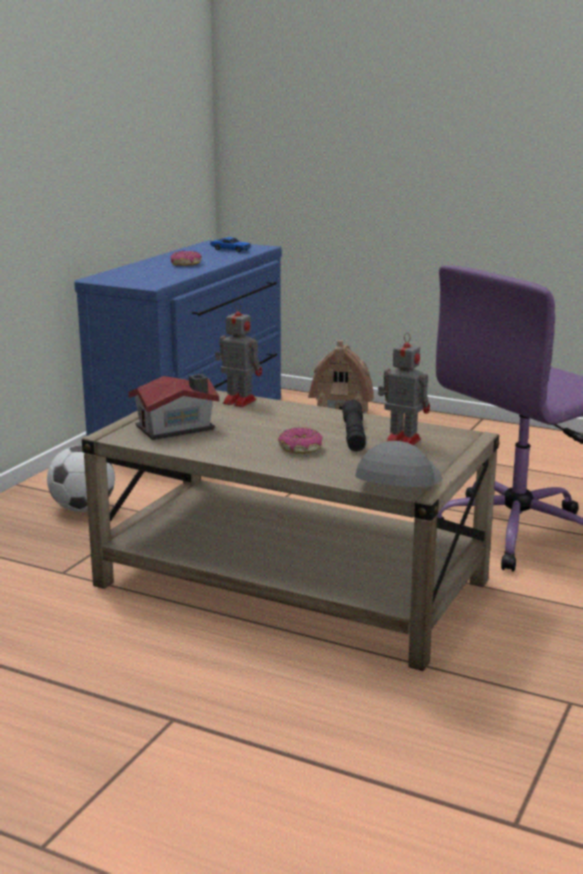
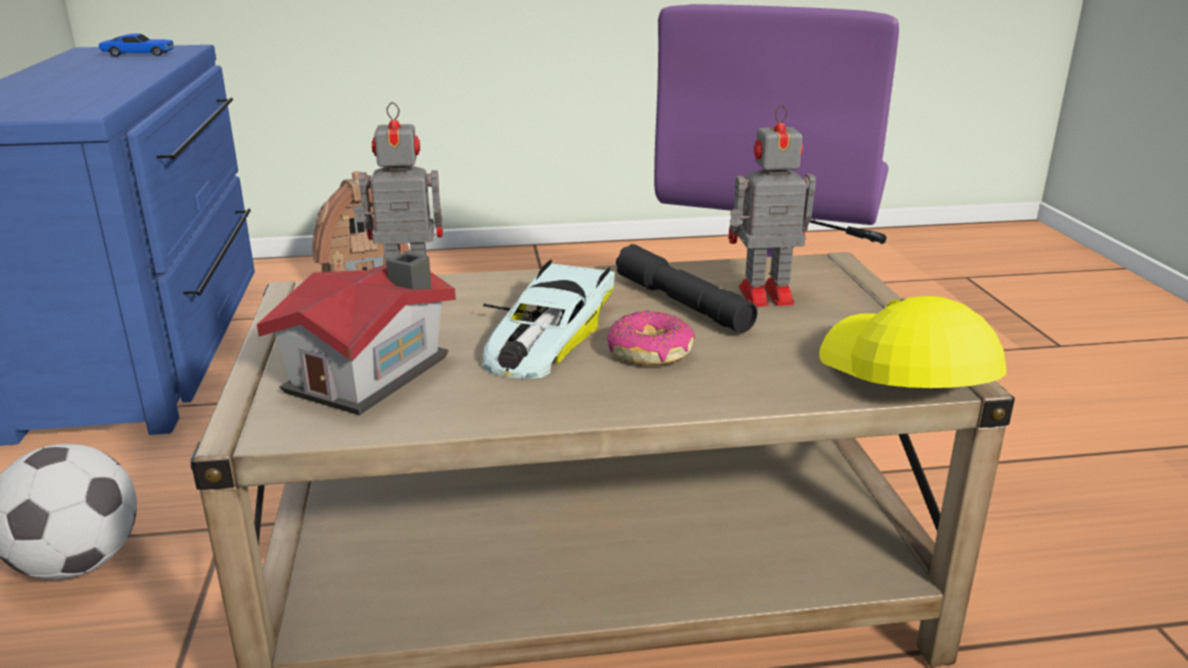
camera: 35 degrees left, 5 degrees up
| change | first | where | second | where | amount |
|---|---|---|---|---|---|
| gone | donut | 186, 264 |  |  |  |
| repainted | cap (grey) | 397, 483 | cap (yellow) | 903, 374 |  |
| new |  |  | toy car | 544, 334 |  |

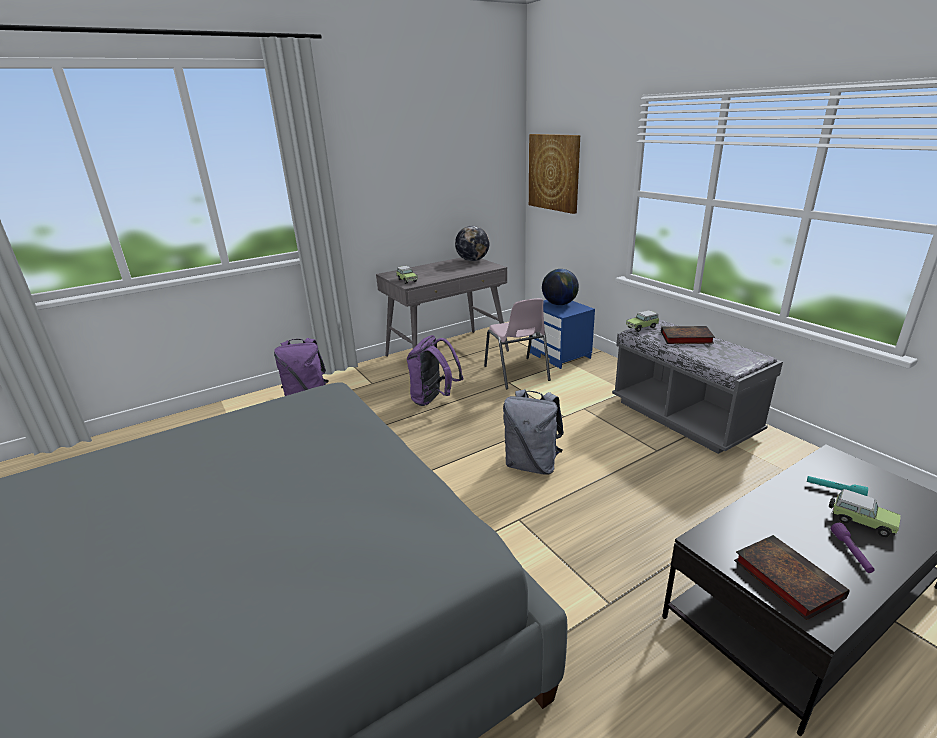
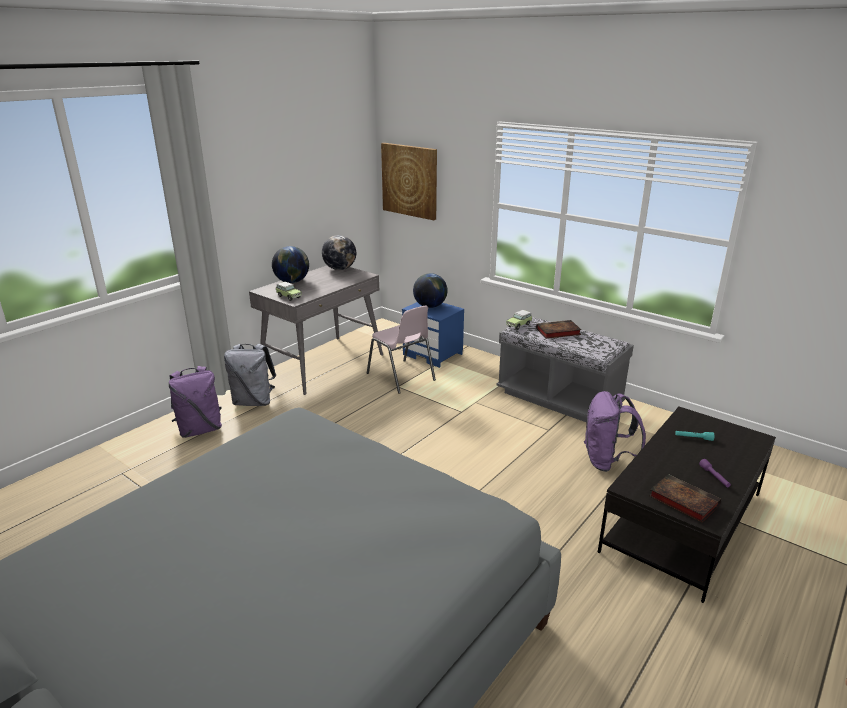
camera: 20 degrees left, 0 degrees up
| change | first | where | second | where | amount |
|---|---|---|---|---|---|
| shifted | backpack (purple) | 434, 399 |  | 607, 461 |  |
| shifted | backpack (grey) | 532, 465 |  | 254, 402 |  |
| gone | toy car | 860, 521 |  |  |  |
| new |  |  | globe | 292, 281 |  |

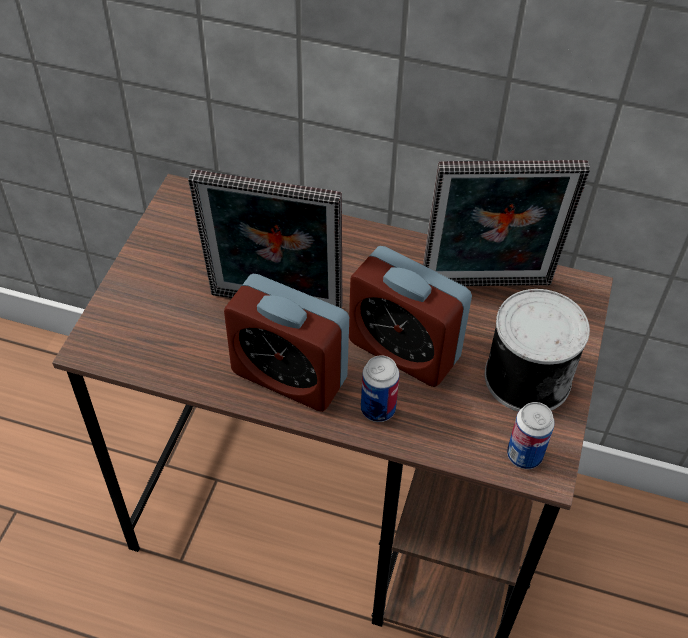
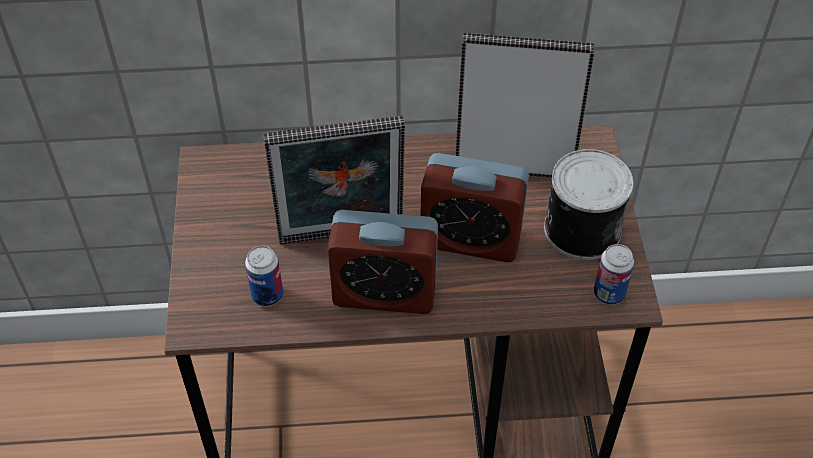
camera: 20 degrees left, 0 degrees up
| change | first | where | second | where | amount |
|---|---|---|---|---|---|
| rotated | picture frame | 486, 288 |  | 514, 165 | 150 degrees counterclockwise |
| shifted | can | 378, 409 |  | 267, 295 |  |

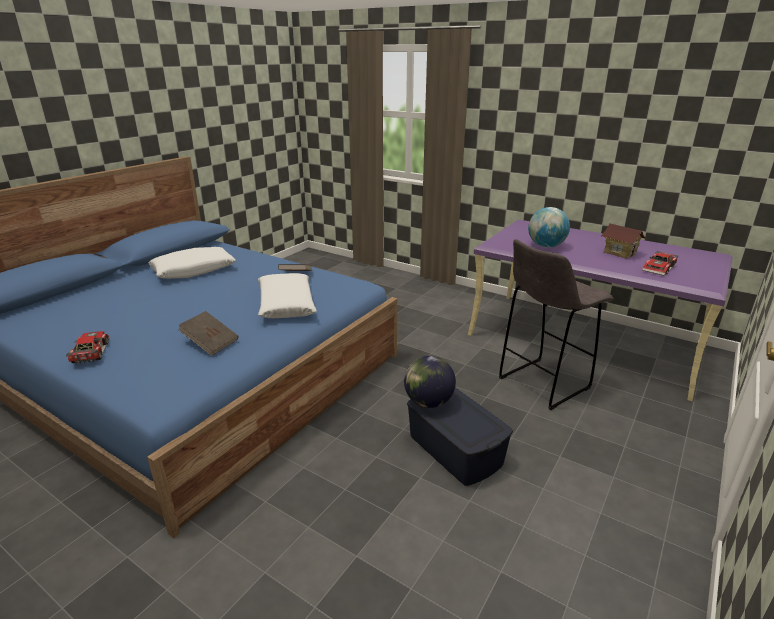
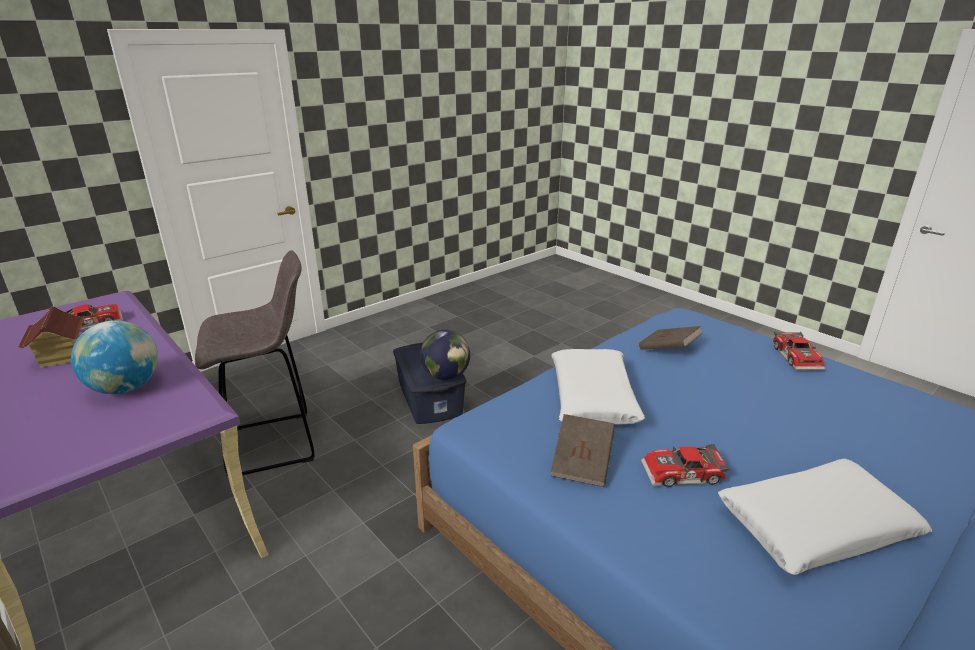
camera: 165 degrees left, 0 degrees up
| change | first | where | second | where | amount |
|---|---|---|---|---|---|
| new |  |  | toy car | 683, 475 |  |

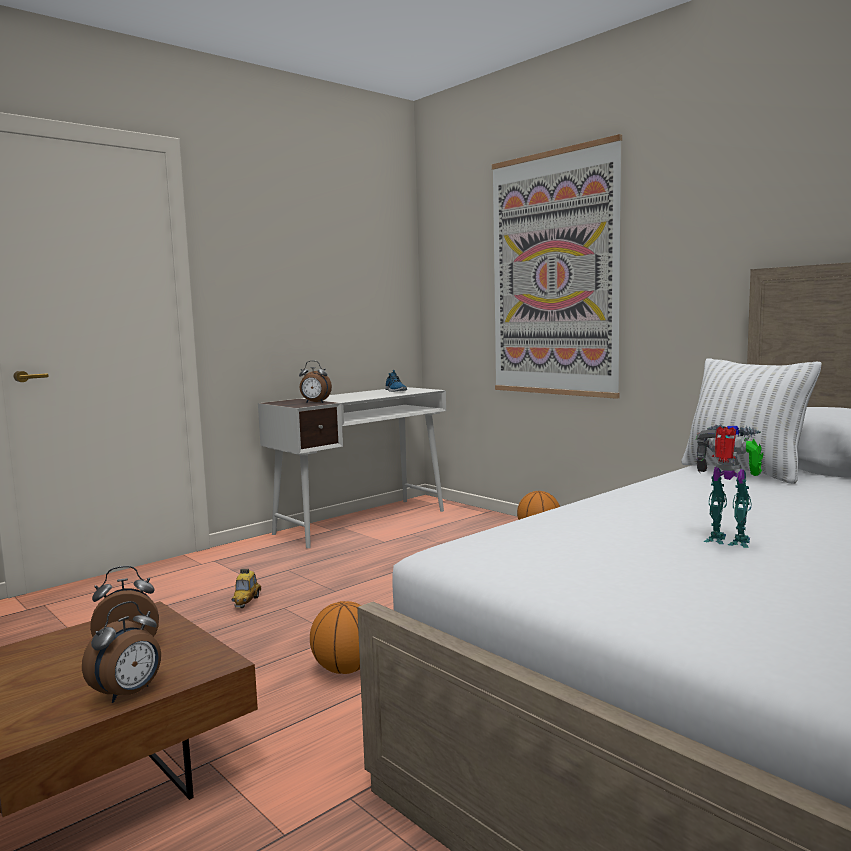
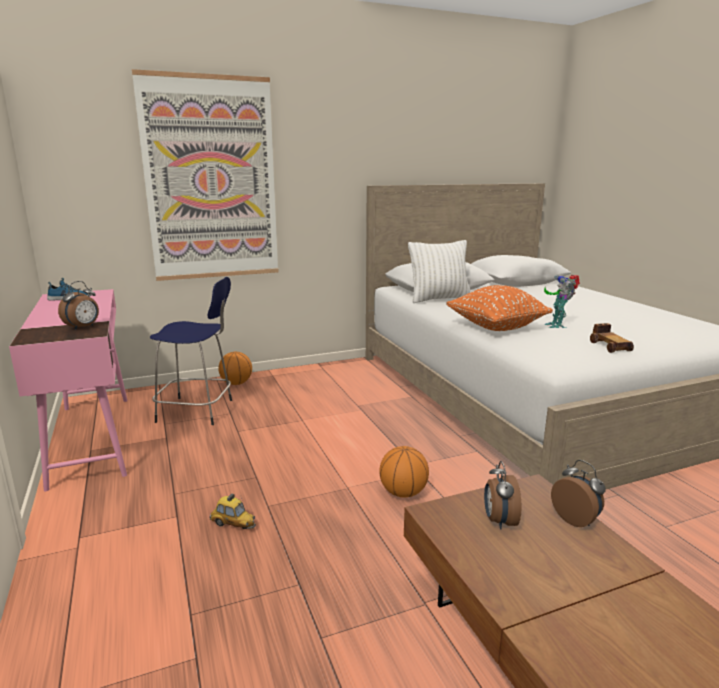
camera: 70 degrees left, 10 degrees up
| change | first | where | second | where | amount |
|---|---|---|---|---|---|
| repainted | desk (white) | 362, 522 | desk (pink) | 92, 438 |  |
| rotated | toy robot | 730, 542 |  | 557, 325 | 60 degrees counterclockwise |
| new |  |  | stool (blue) | 198, 411 |  |
| new |  |  | pillow (orange) | 496, 327 |  |
| new |  |  | toy car | 609, 346 |  |

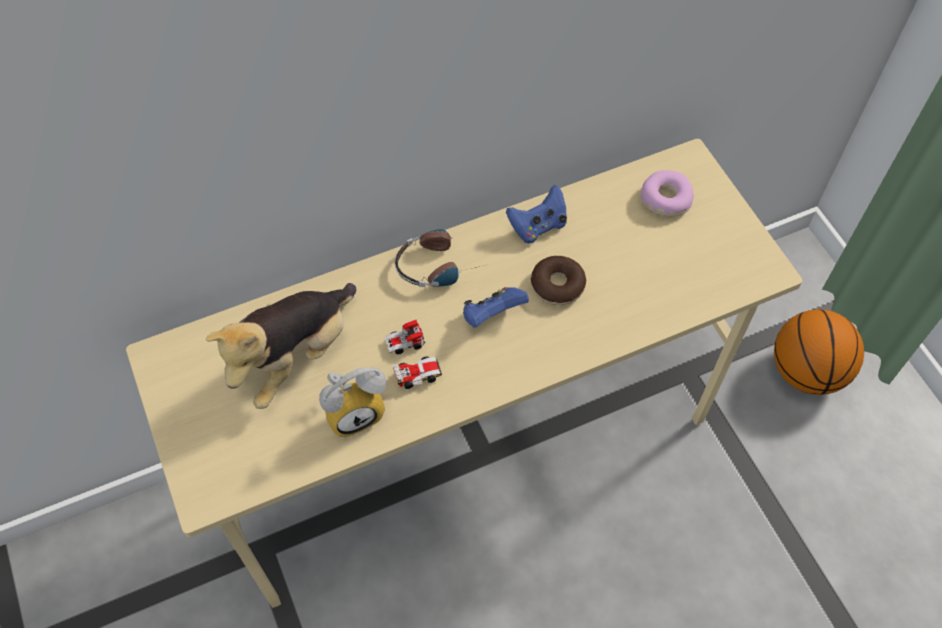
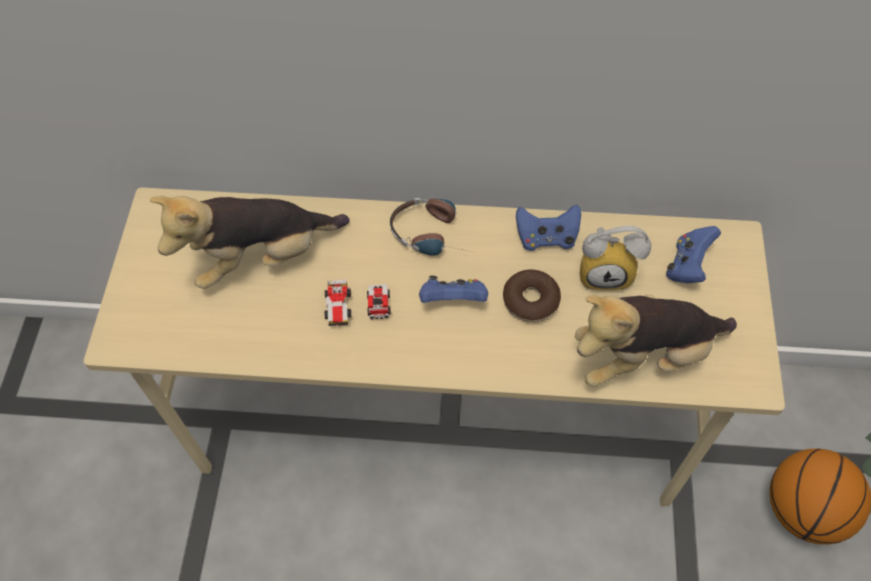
camera: 30 degrees right, 0 degrees up
| change | first | where | second | where | amount |
|---|---|---|---|---|---|
| swapped | donut | 665, 199 | game controller (blue) | 687, 266 |  |
| rotated | toy car | 413, 360 |  | 358, 307 | 75 degrees clockwise |
| shifted | alarm clock | 355, 410 |  | 606, 272 |  |
| new |  |  | plush toy | 643, 355 |  |

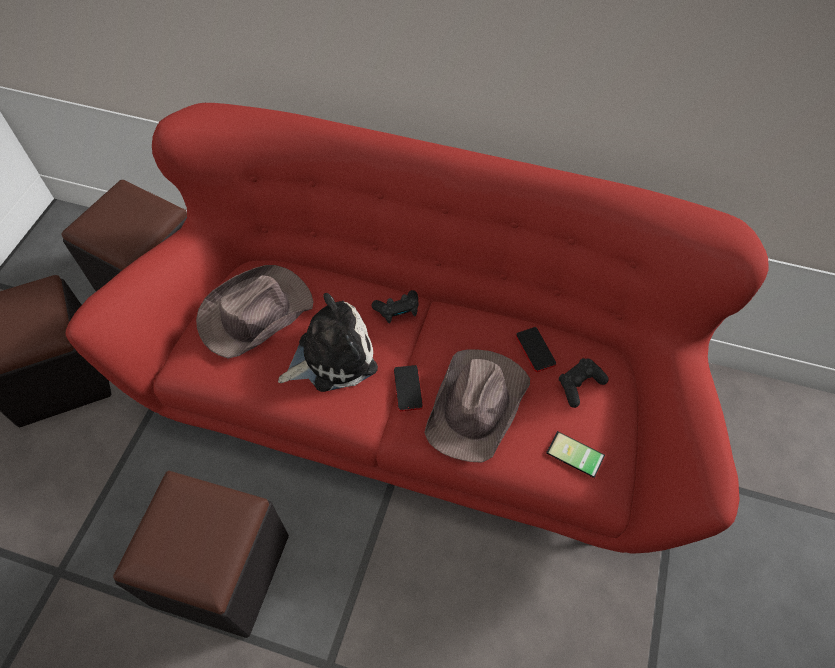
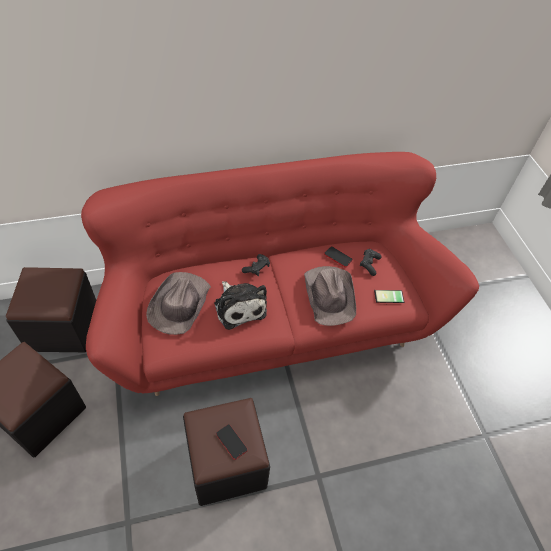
camera: 35 degrees left, 5 degrees down
| change | first | where | second | where | amount |
|---|---|---|---|---|---|
| rotated | plush toy | 332, 356 |  | 239, 306 | 120 degrees clockwise |
| shifted | phone | 408, 388 |  | 231, 442 |  |

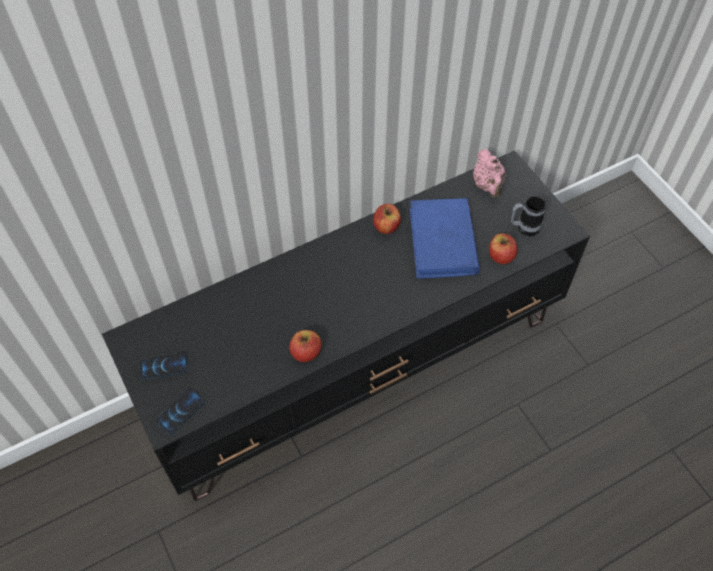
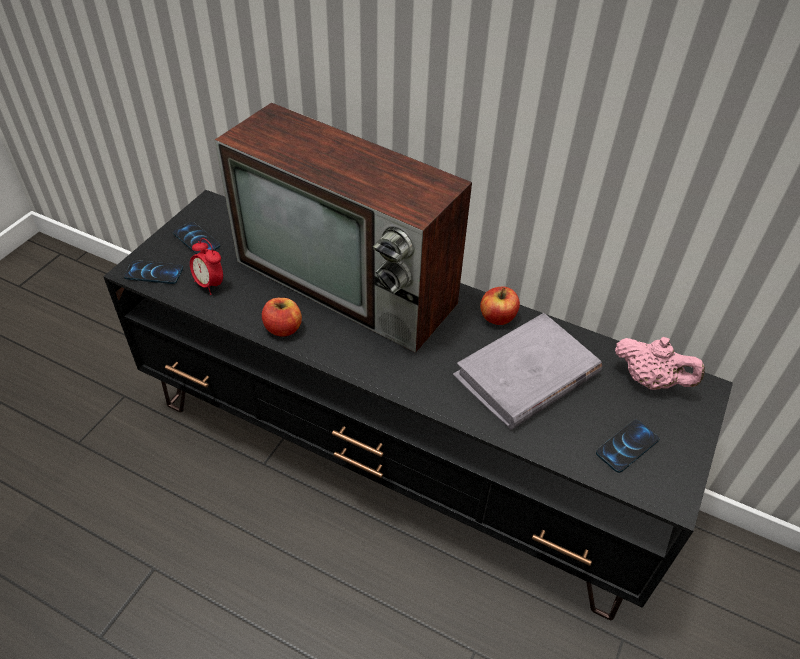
camera: 55 degrees right, 10 degrees down
| change | first | where | second | where | amount |
|---|---|---|---|---|---|
| rotated | teapot (pink) | 488, 185 |  | 650, 380 | 105 degrees counterclockwise |
| swapped | mug | 523, 228 | phone | 627, 446 |  |
| repainted | book (blue) | 443, 241 | book (grey) | 526, 375 |  |
| gone | apple | 501, 256 |  |  |  |
| new |  |  | television | 349, 283 |  |
| new |  |  | alarm clock | 210, 284 |  |

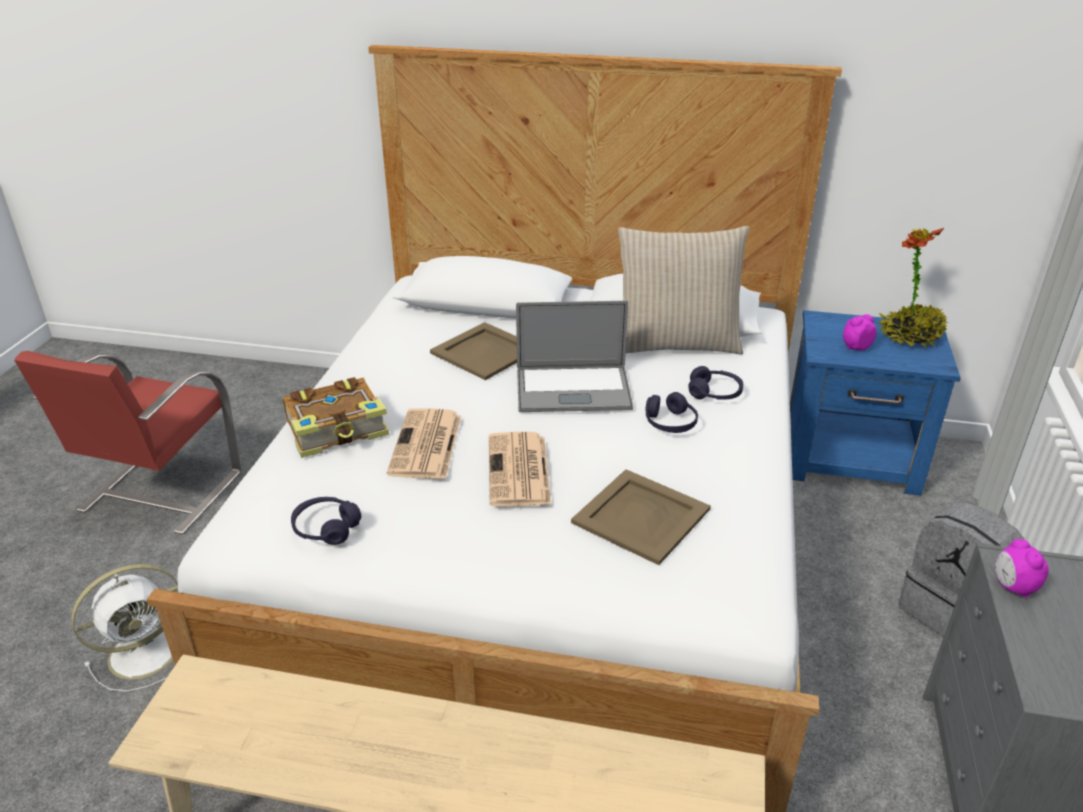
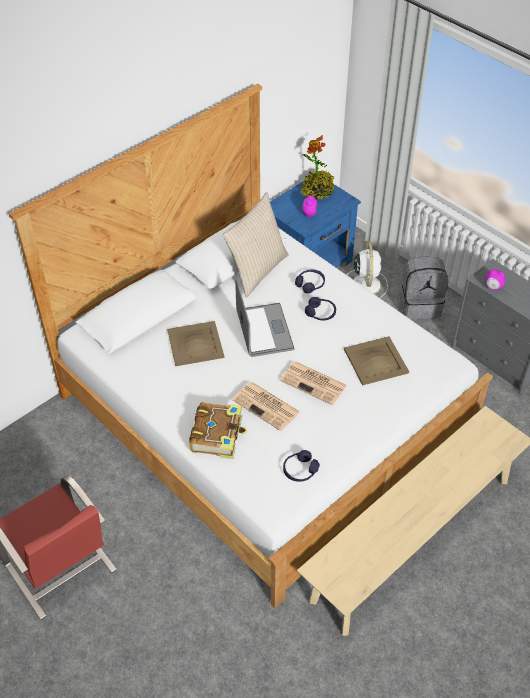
camera: 55 degrees left, 15 degrees up
| change | first | where | second | where | amount |
|---|---|---|---|---|---|
| rotated | laptop | 573, 389 |  | 264, 330 | 45 degrees counterclockwise |
| shifted | fan (white) | 147, 651 |  | 366, 283 |  |

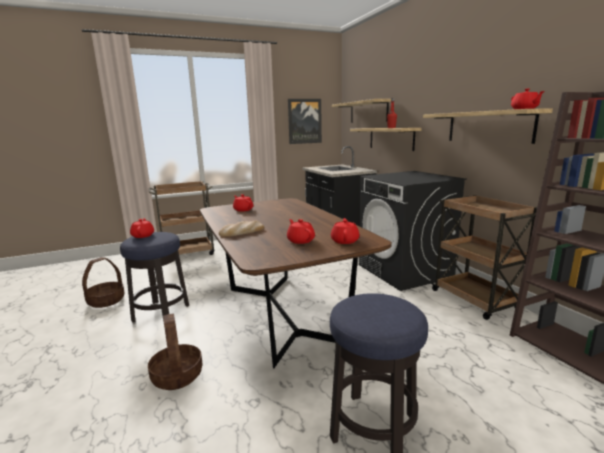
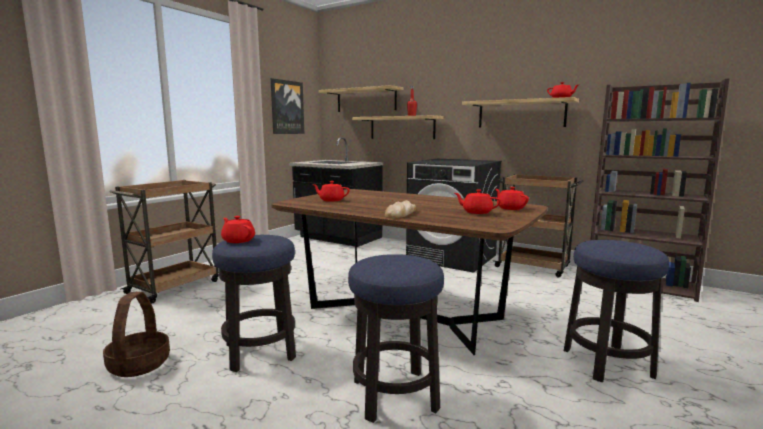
camera: 35 degrees left, 5 degrees down
| change | first | where | second | where | amount |
|---|---|---|---|---|---|
| swapped | basket | 177, 375 | stool | 394, 395 |  |

